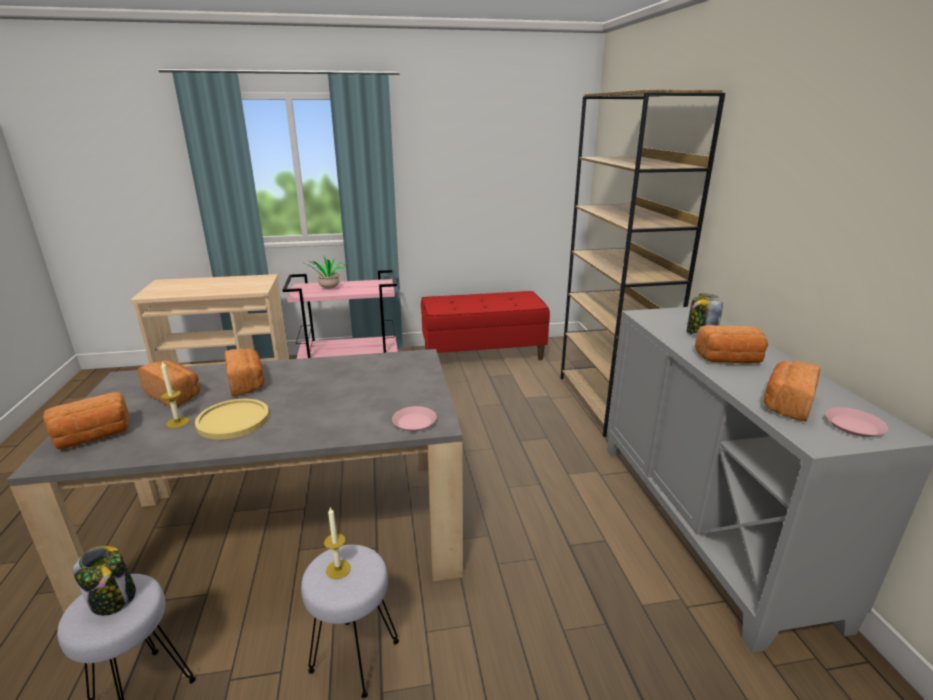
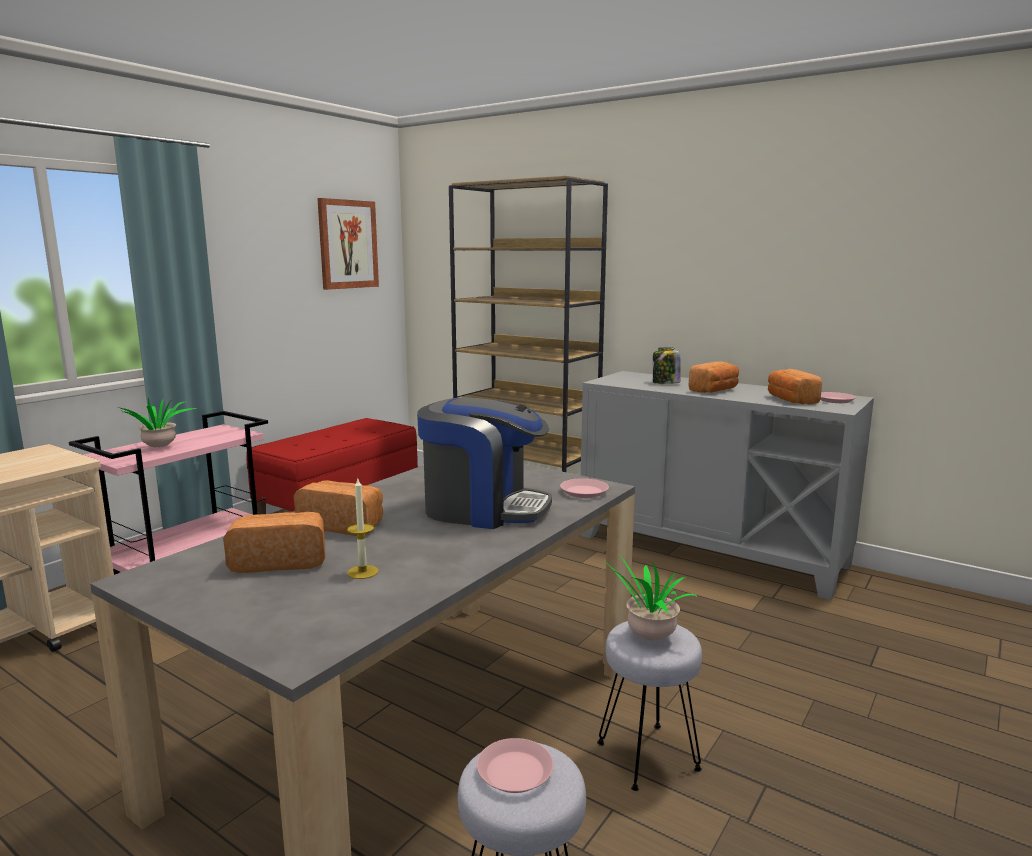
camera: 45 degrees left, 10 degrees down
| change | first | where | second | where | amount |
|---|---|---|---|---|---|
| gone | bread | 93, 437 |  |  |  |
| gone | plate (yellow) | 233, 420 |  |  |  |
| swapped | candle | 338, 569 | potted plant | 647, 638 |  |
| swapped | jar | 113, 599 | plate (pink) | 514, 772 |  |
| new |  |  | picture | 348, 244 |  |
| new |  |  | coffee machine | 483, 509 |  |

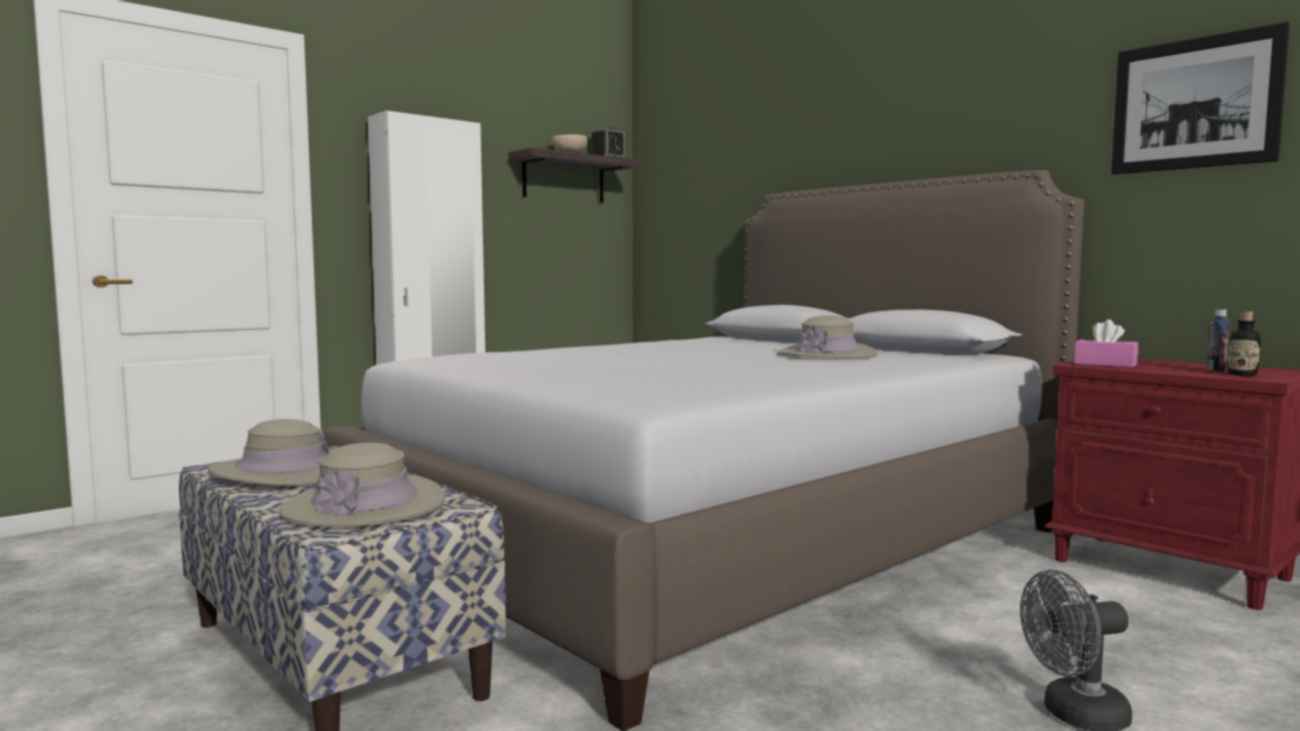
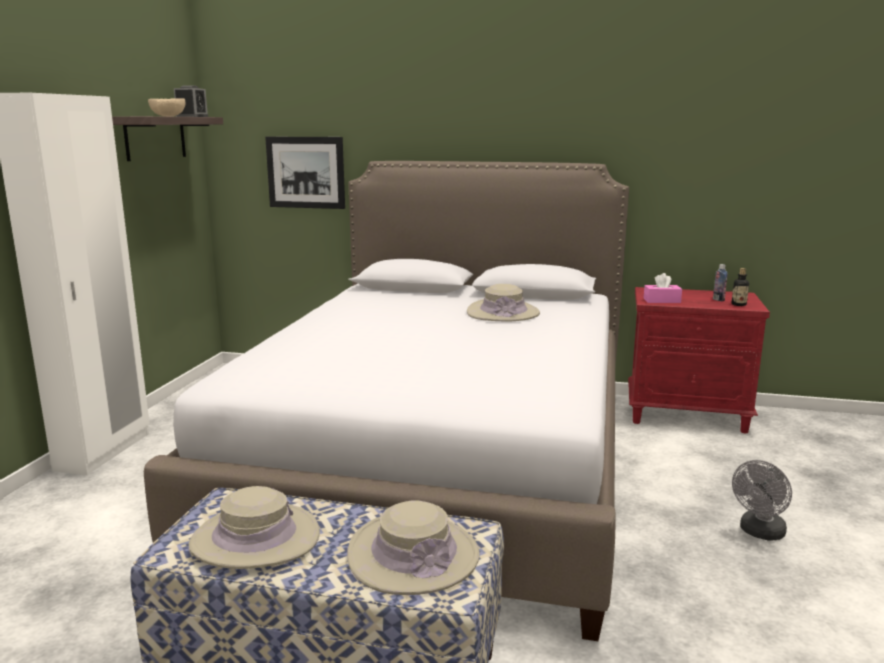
camera: 35 degrees left, 10 degrees up
| change | first | where | second | where | amount |
|---|---|---|---|---|---|
| shifted | picture | 1194, 104 |  | 305, 172 |  |

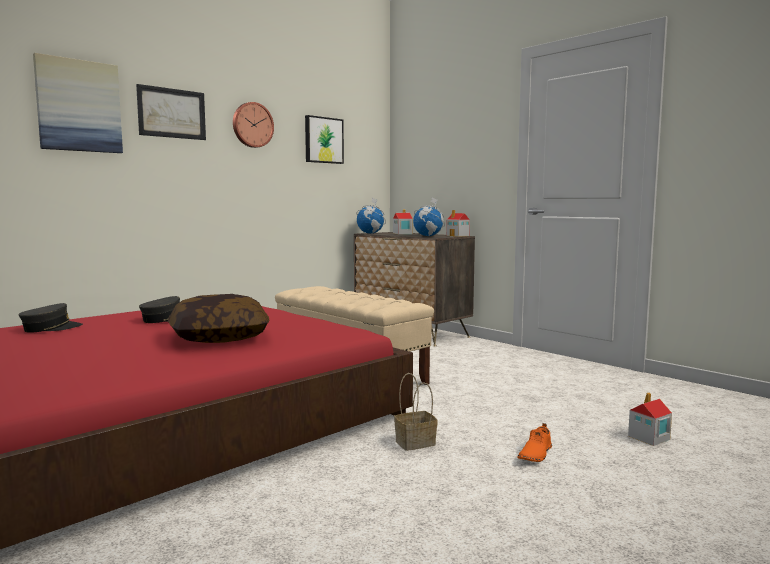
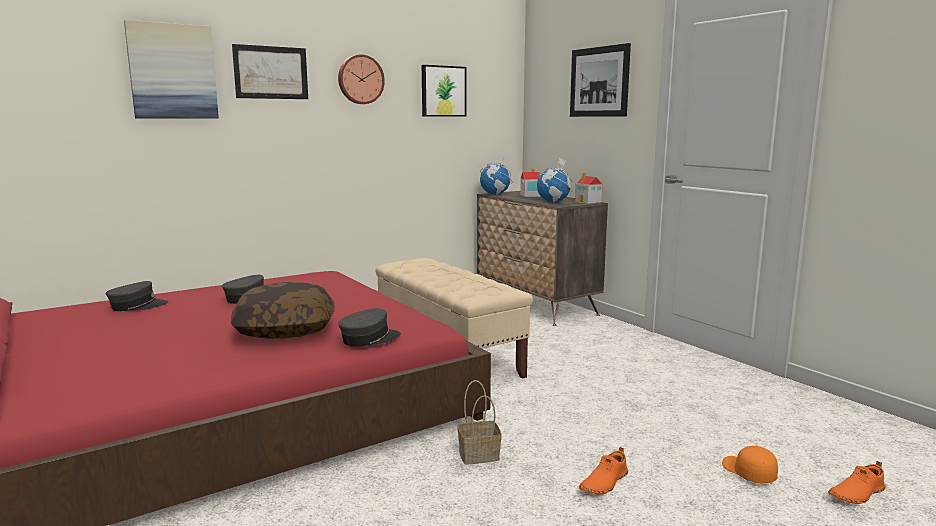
camera: 10 degrees right, 5 degrees up
| change | first | where | second | where | amount |
|---|---|---|---|---|---|
| swapped | toy house | 648, 438 | cap (orange) | 747, 472 |  |
| new |  |  | picture | 599, 82 |  |
| new |  |  | cap (grey) | 369, 339 |  |
| new |  |  | shoe (orange) | 856, 493 |  |

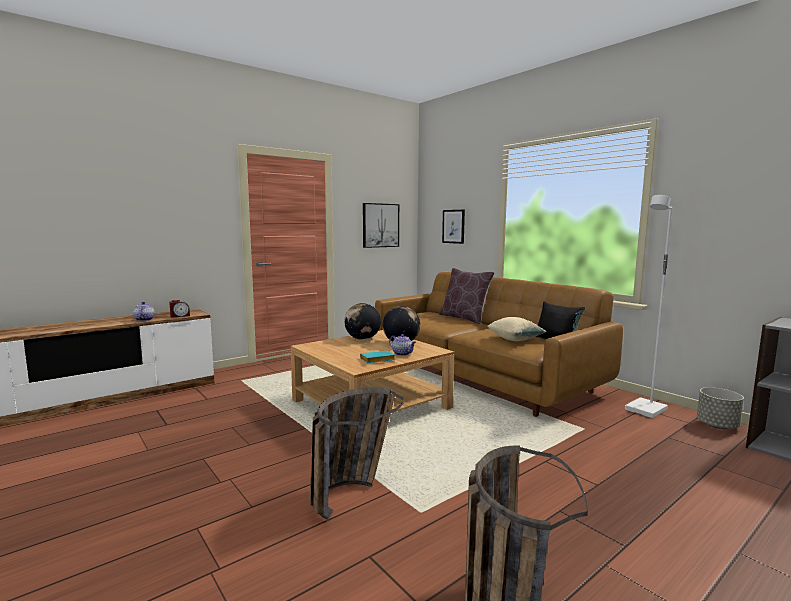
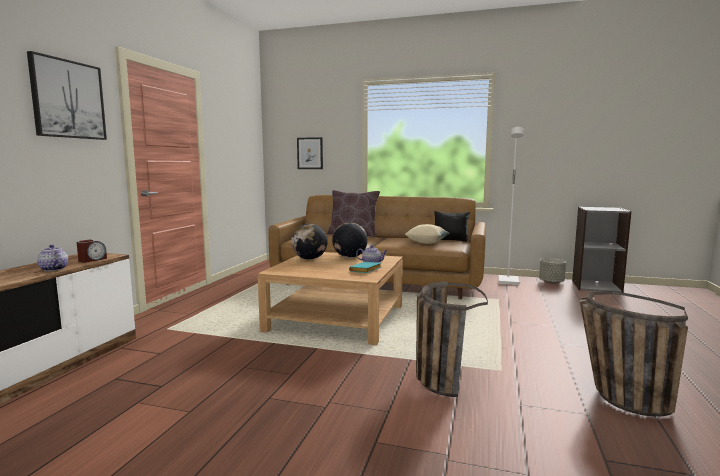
camera: 35 degrees left, 0 degrees up
| change | first | where | second | where | amount |
|---|---|---|---|---|---|
| shifted | picture | 380, 225 |  | 68, 99 |  |

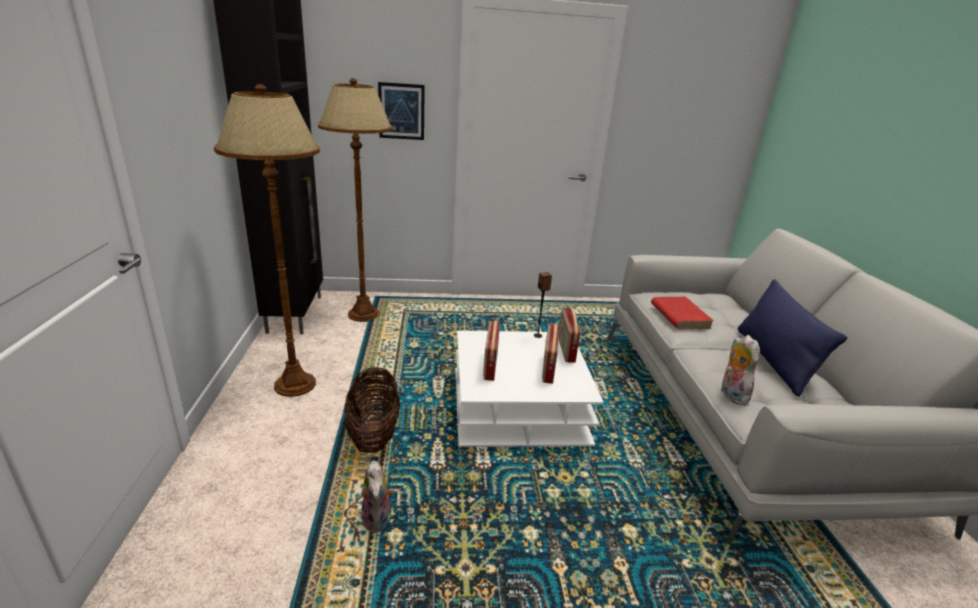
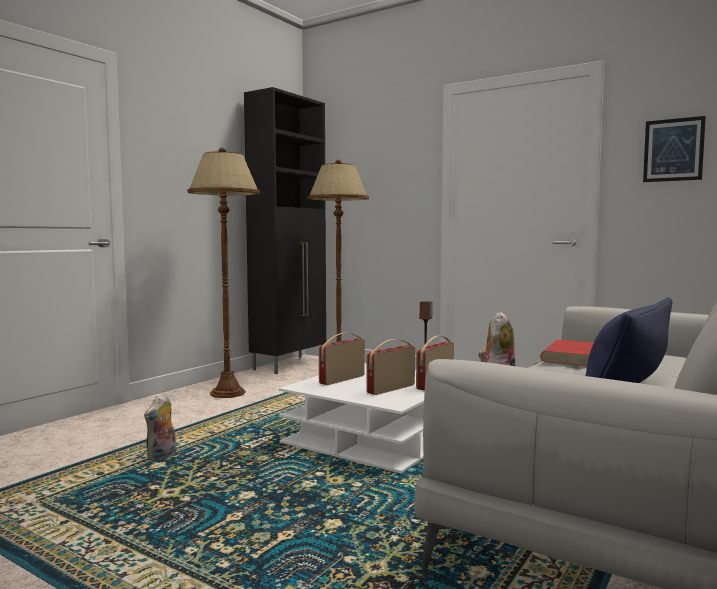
camera: 40 degrees right, 20 degrees down
| change | first | where | second | where | amount |
|---|---|---|---|---|---|
| shifted | picture | 401, 111 |  | 673, 150 |  |
| gone | basket | 373, 433 |  |  |  |

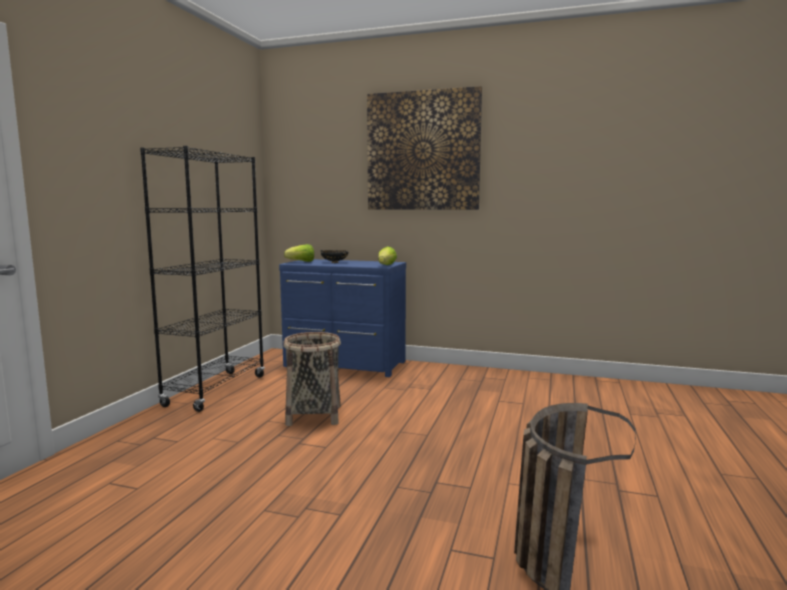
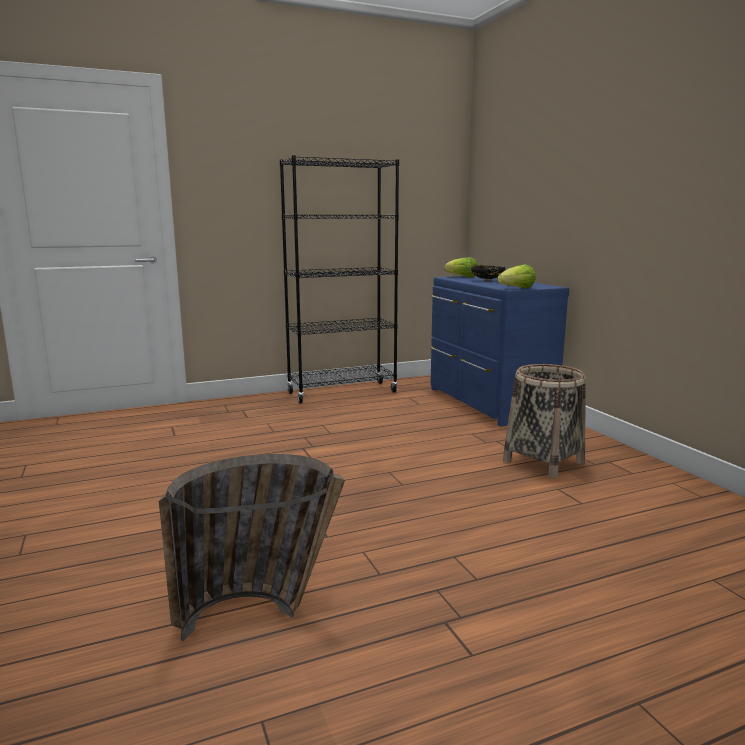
camera: 50 degrees right, 5 degrees up
| change | first | where | second | where | amount |
|---|---|---|---|---|---|
| gone | picture | 423, 151 |  |  |  |
| shifted | basket | 314, 415 |  | 544, 462 |  |

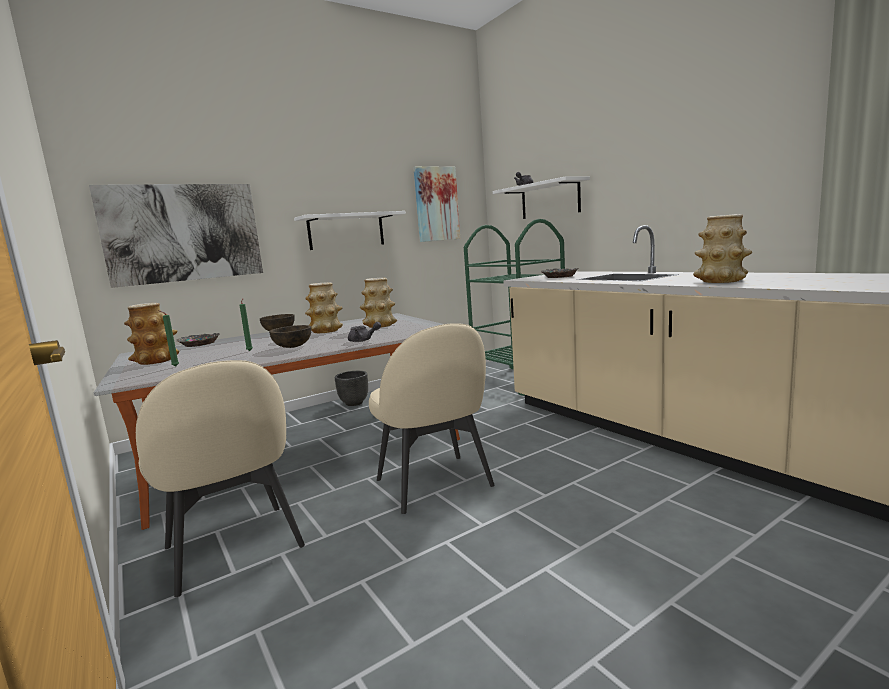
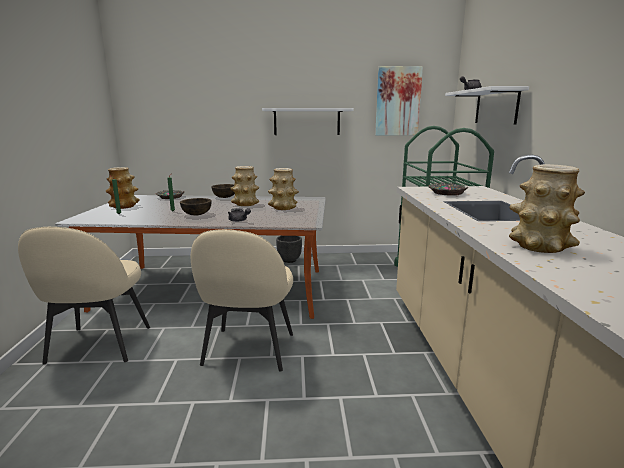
camera: 30 degrees right, 5 degrees up
| change | first | where | second | where | amount |
|---|---|---|---|---|---|
| gone | picture | 183, 233 |  |  |  |

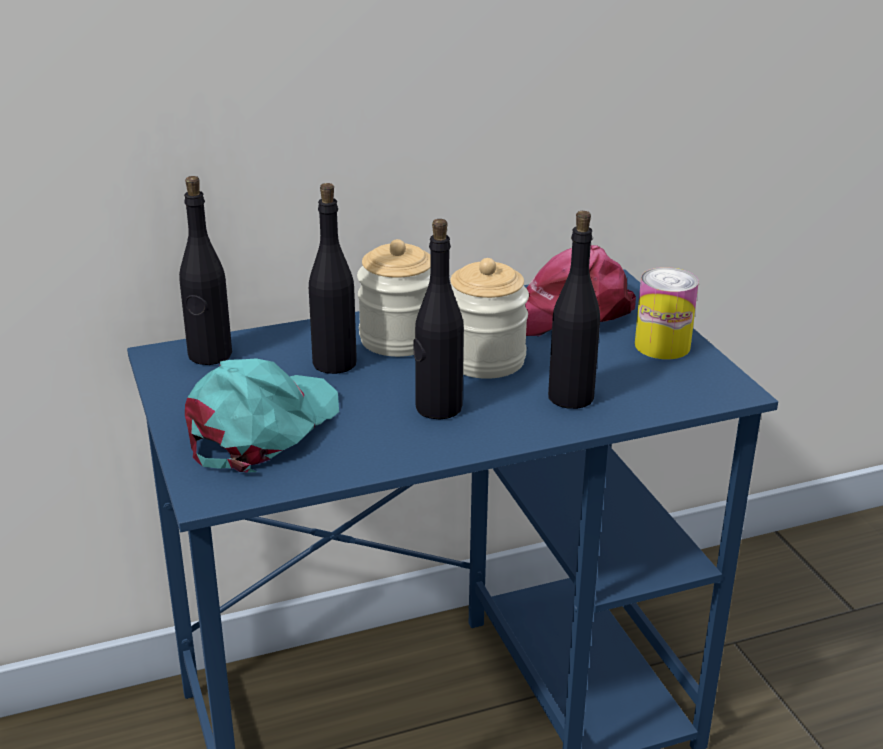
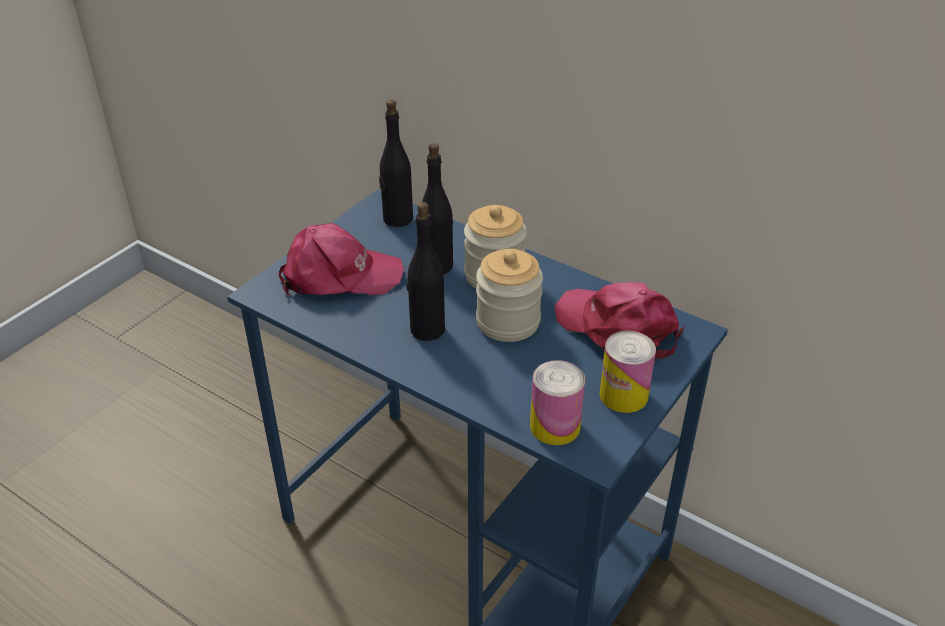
camera: 55 degrees right, 10 degrees up
| change | first | where | second | where | amount |
|---|---|---|---|---|---|
| gone | bottle (black) | 570, 397 |  |  |  |
| repainted | cap (turquoise) | 262, 428 | cap (pink) | 339, 276 |  |
| new |  |  | can | 555, 426 |  |

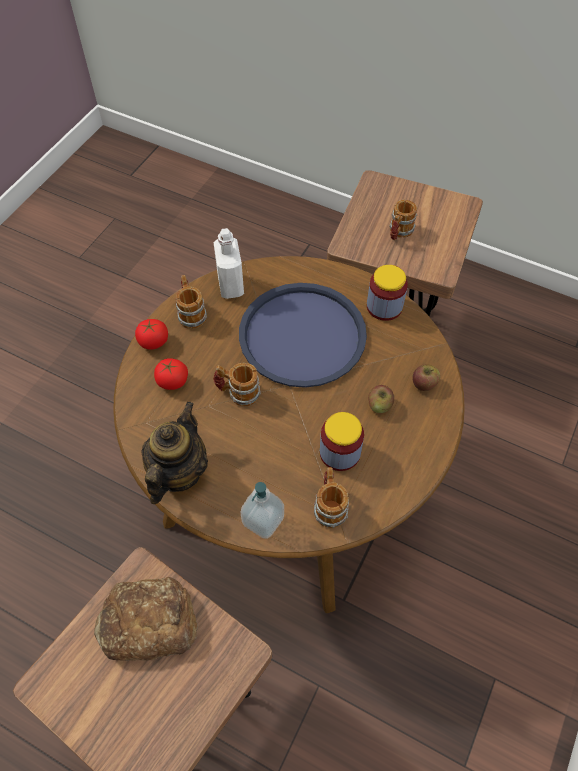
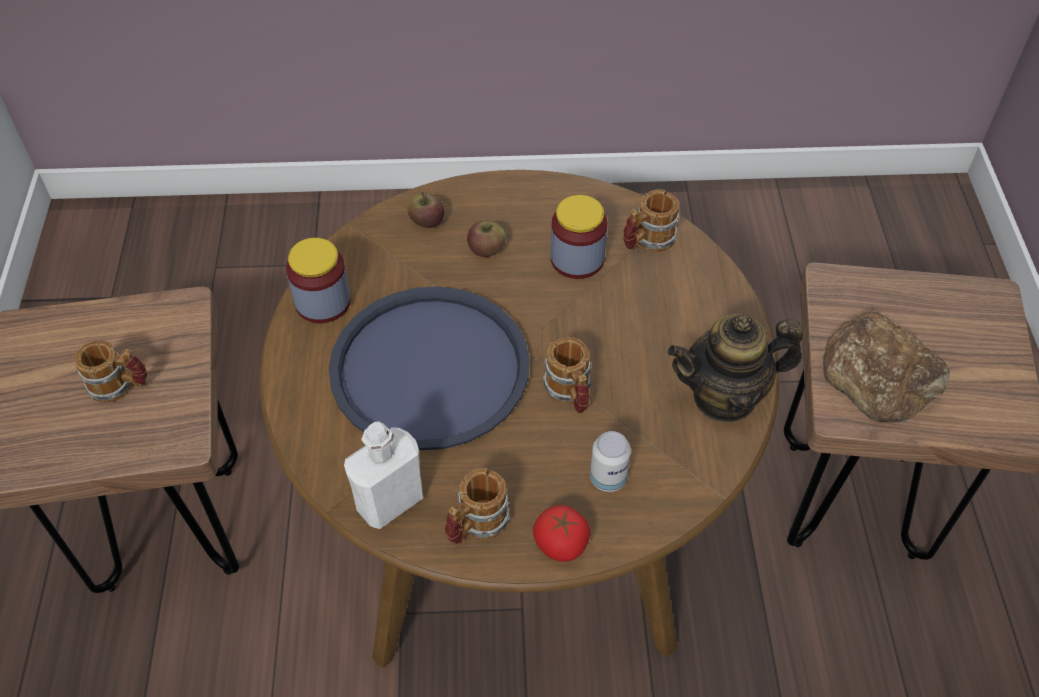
camera: 120 degrees left, 5 degrees down
| change | first | where | second | where | amount |
|---|---|---|---|---|---|
| swapped | tomato | 172, 381 | can | 608, 478 |  |
| gone | soap dispenser | 263, 520 |  |  |  |

